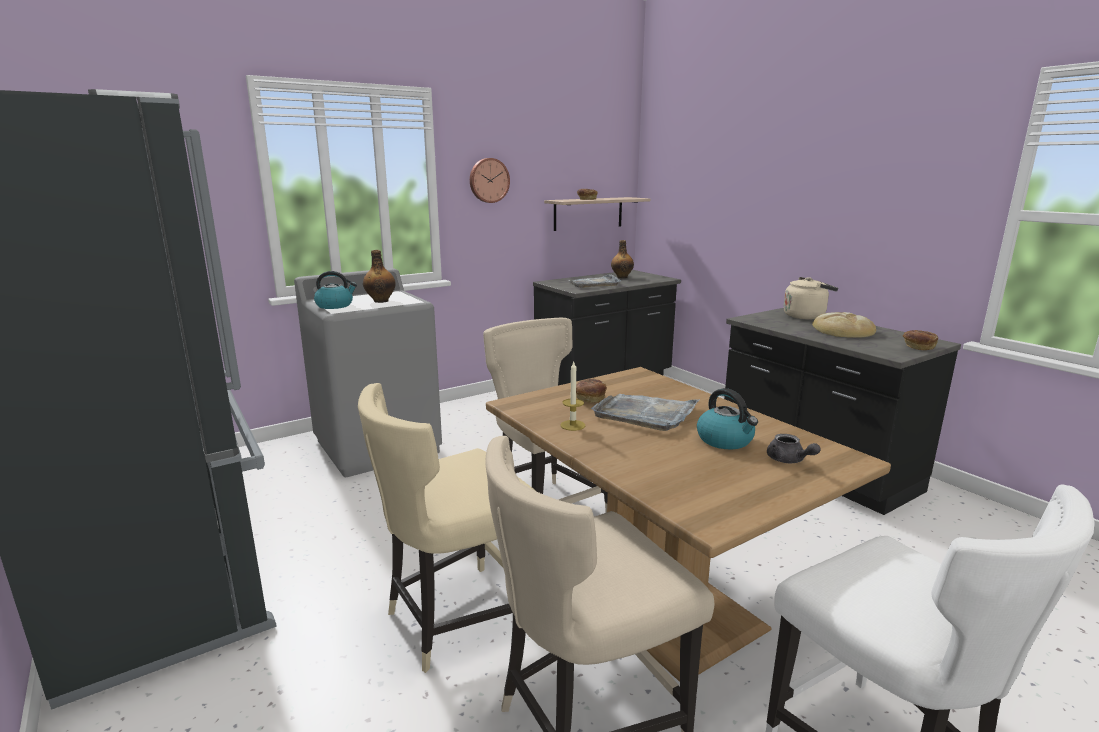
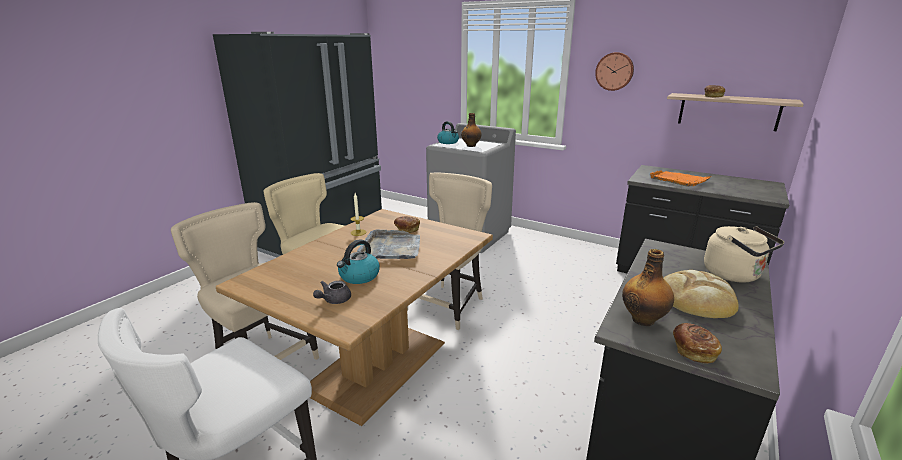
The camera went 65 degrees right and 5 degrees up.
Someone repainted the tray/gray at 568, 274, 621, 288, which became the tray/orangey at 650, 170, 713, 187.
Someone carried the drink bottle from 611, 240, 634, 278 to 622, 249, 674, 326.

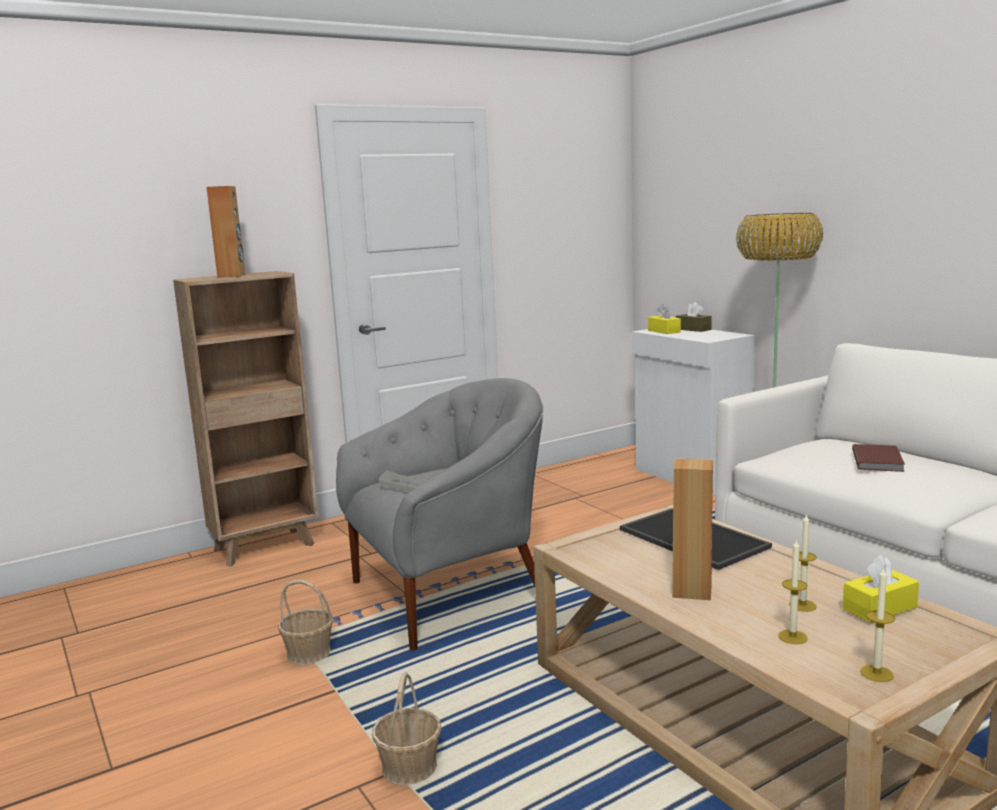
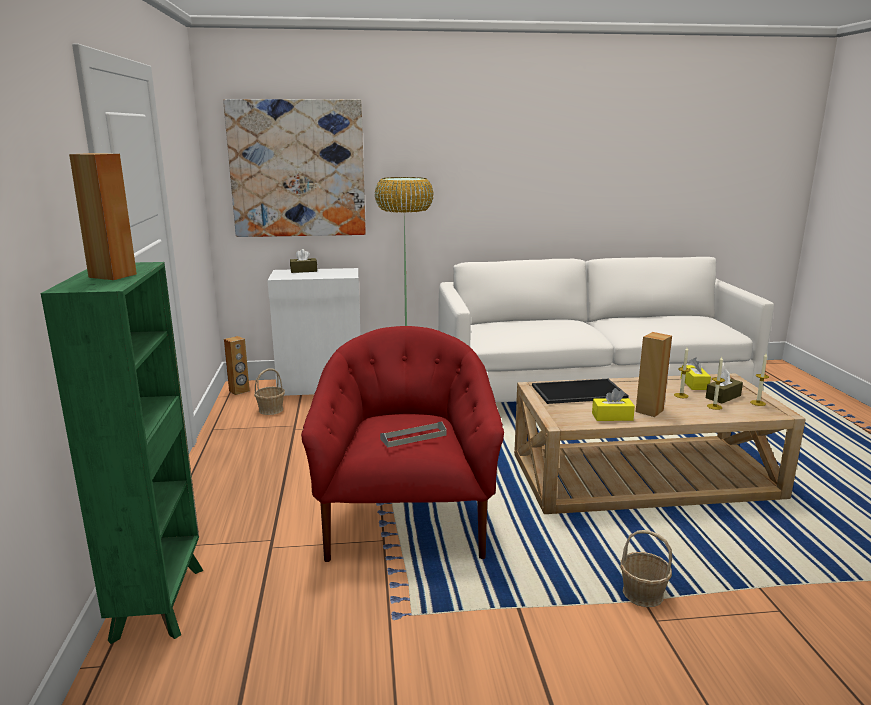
The camera went 65 degrees left and 5 degrees up.
Someone repainted the bookcase/brownish at 173, 271, 319, 567, which became the bookcase/green-coloured at 41, 262, 203, 644.
Someone carried the household basket from 278, 580, 333, 665 to 254, 368, 285, 415.
Someone repainted the lounge chair/gray at 336, 378, 543, 651, which became the lounge chair/red-coloured at 301, 326, 504, 562.
Someone carried the tissue holder/yellow-coloured from 648, 304, 681, 334 to 592, 388, 635, 421.
Someone took away the book/brownish at 852, 444, 905, 472.
Someone put up the picture at 223, 99, 366, 237.
Someone put down the loudspeaker/brownish at 224, 336, 250, 395.
Someone put down the tissue holder/brownish at 706, 369, 743, 404.

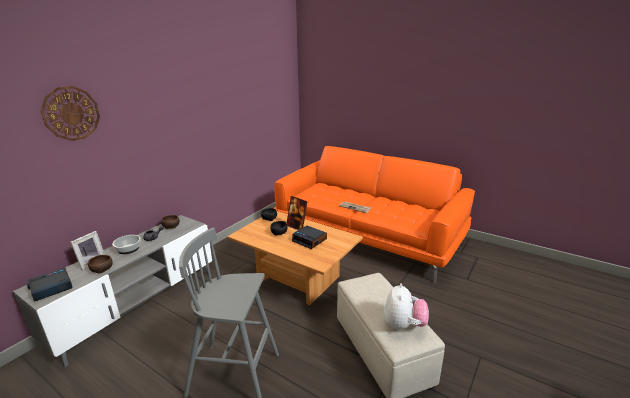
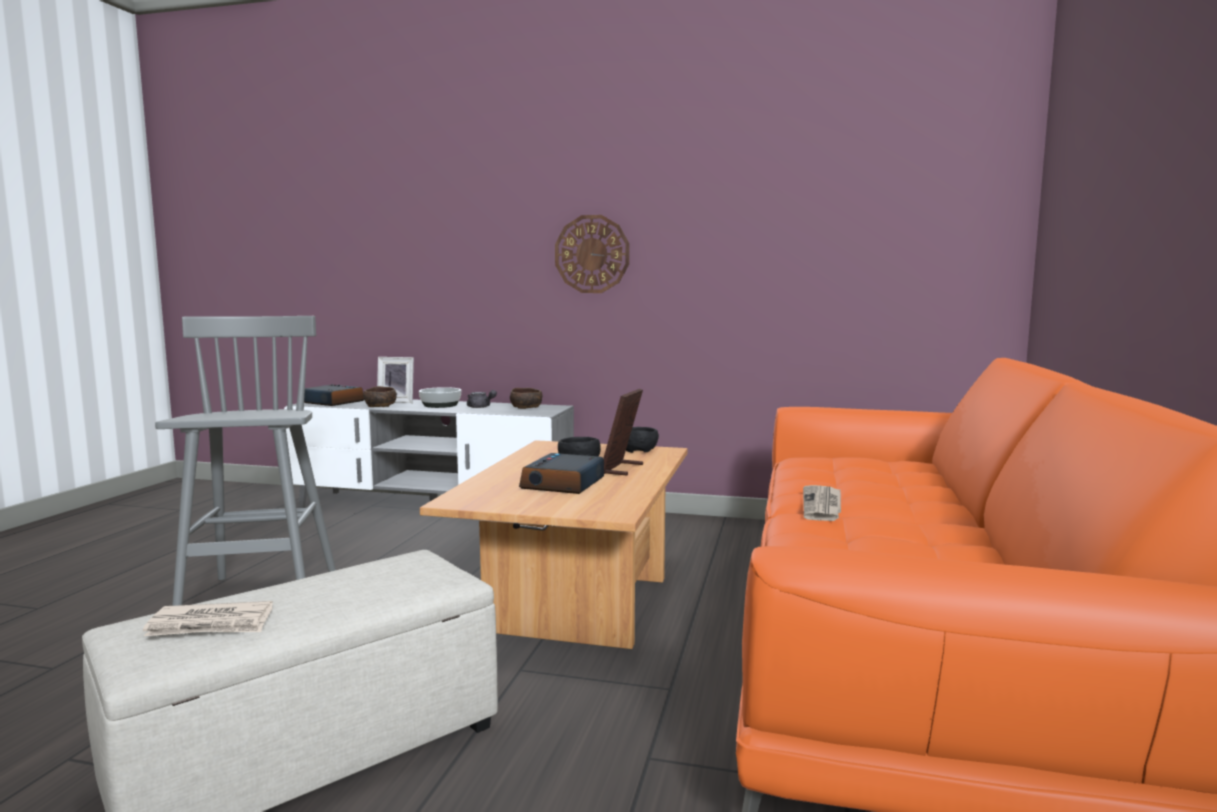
The camera went 70 degrees right and 15 degrees down.
Someone carried the clock on the wall from 41, 86, 100, 141 to 555, 215, 629, 293.
Someone swapped the plush toy at 384, 283, 429, 331 for the newspaper at 143, 601, 273, 636.

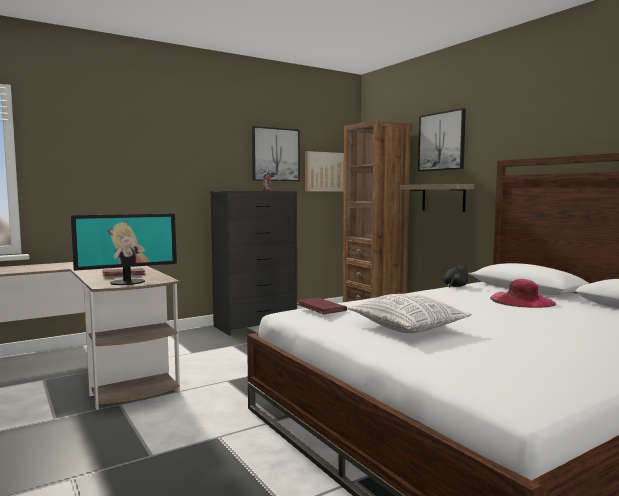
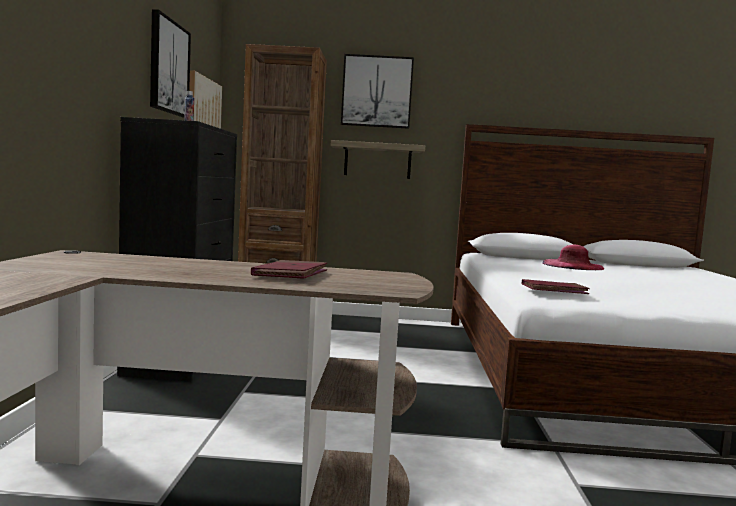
The camera went 55 degrees left and 0 degrees up.
Someone took away the monitor at 71, 213, 177, 285.
Someone took away the pillow at 348, 294, 472, 333.
Someone took away the plush toy/black at 443, 265, 468, 288.

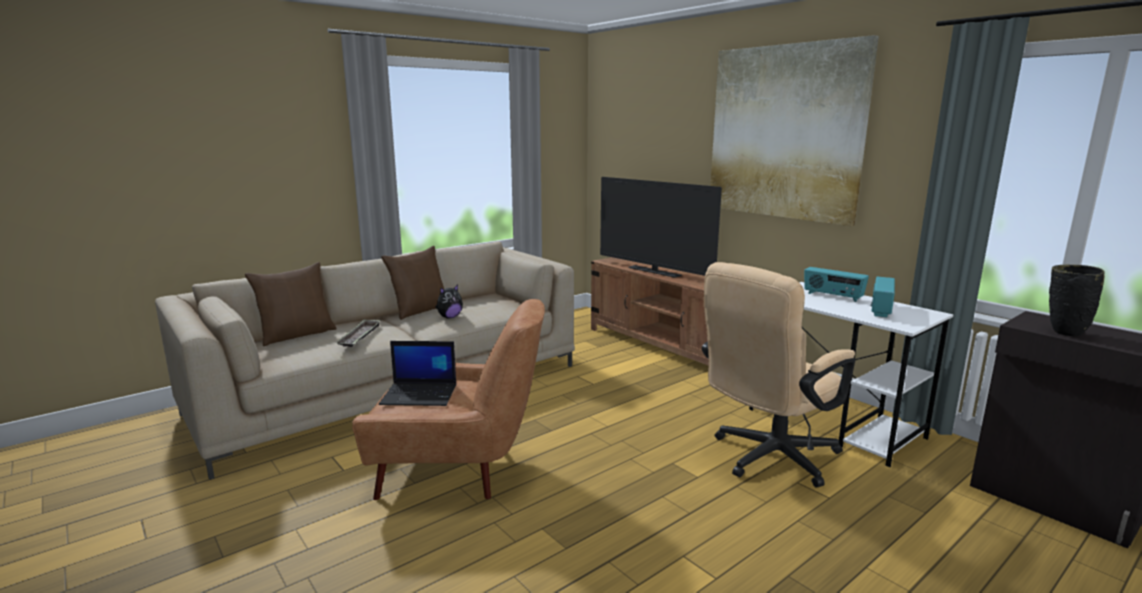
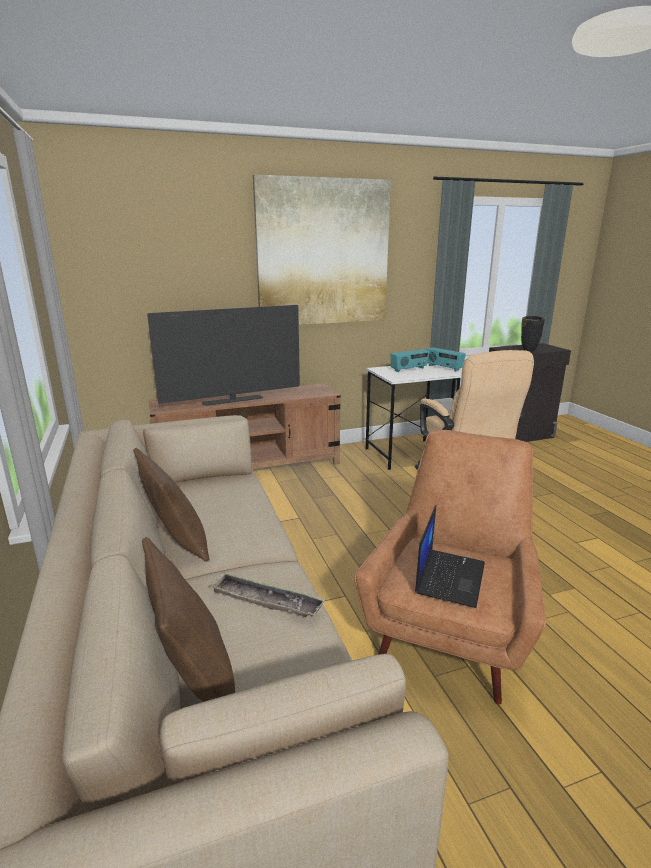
The camera went 70 degrees left and 5 degrees up.
Someone took away the plush toy at 435, 285, 463, 318.

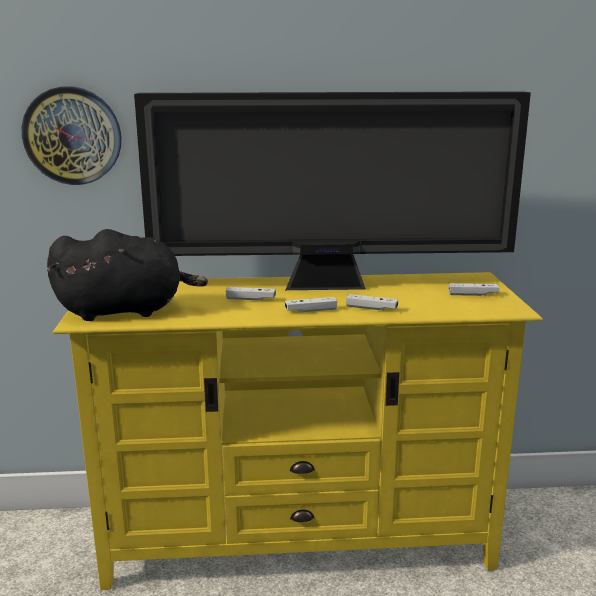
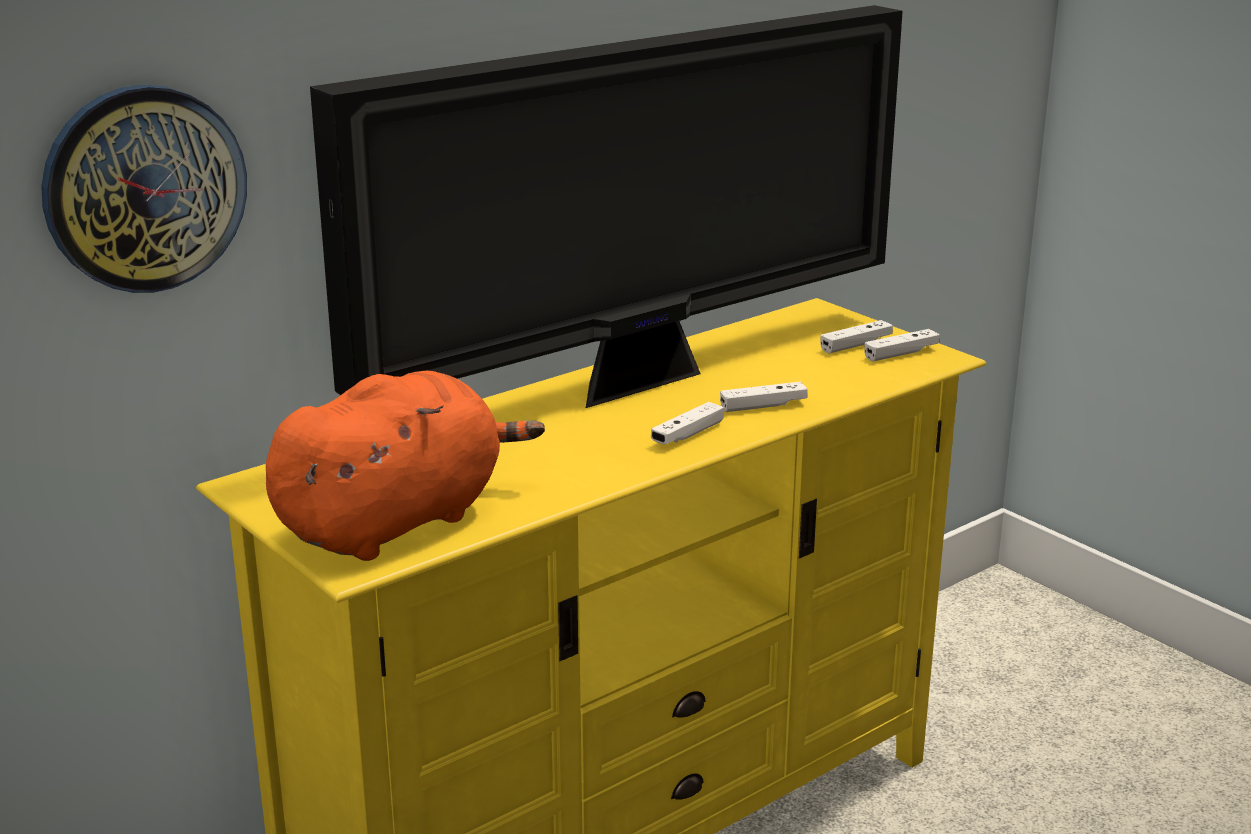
The camera went 35 degrees left and 5 degrees up.
Someone repainted the plush toy/black at 47, 229, 208, 321, which became the plush toy/orangey at 266, 371, 545, 561.
Someone carried the gamepad/whitish from 226, 287, 276, 300 to 864, 329, 940, 361.

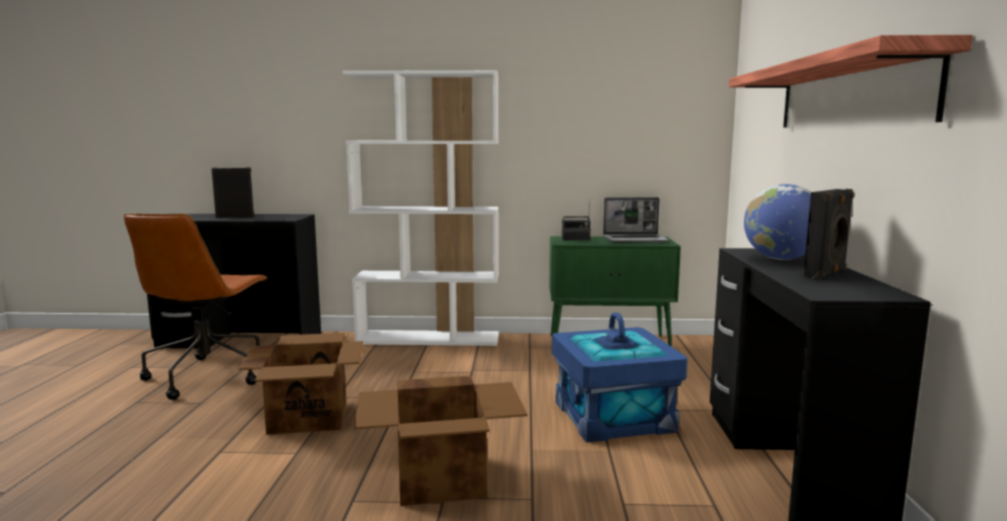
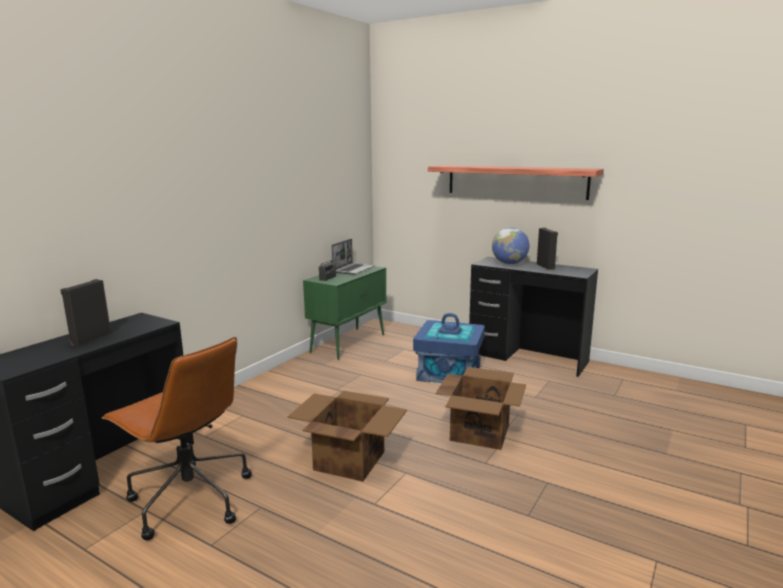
The camera went 60 degrees left and 5 degrees up.
Someone took away the bookcase/whitish at 343, 70, 499, 346.

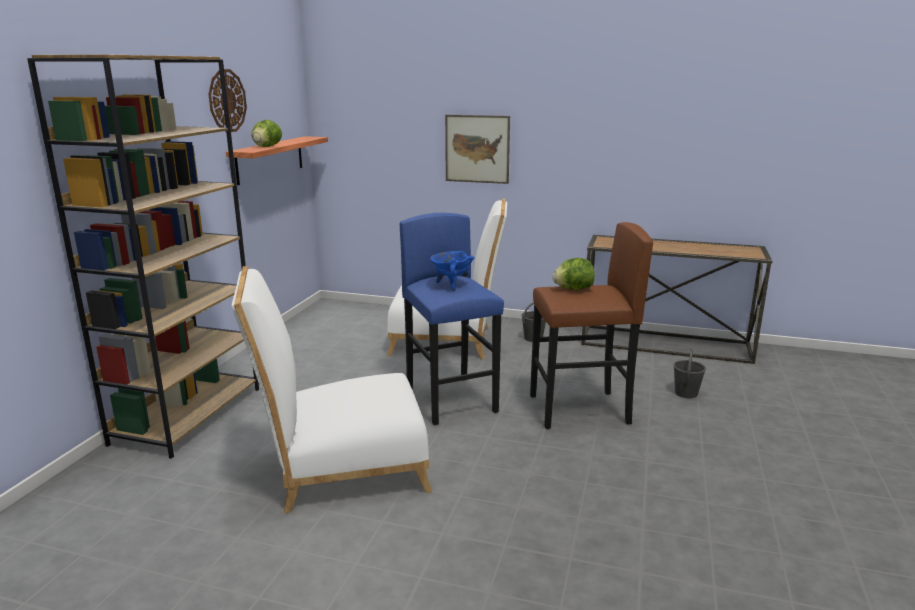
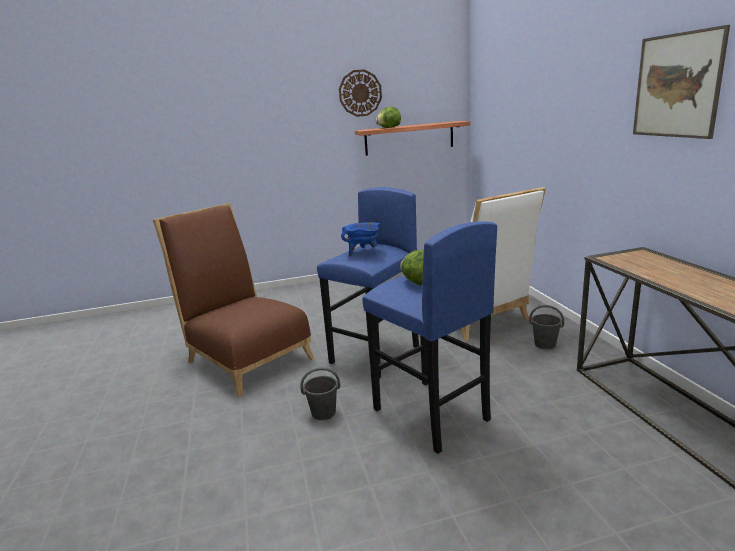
The camera went 60 degrees right and 0 degrees up.
Someone took away the bookcase/brownish at 27, 55, 259, 459.
Someone repainted the chair/whitish at 232, 266, 432, 513, which became the chair/brownish at 153, 203, 315, 397.
Someone carried the picture from 445, 115, 510, 184 to 633, 25, 730, 139.
Someone repainted the sitting stool/brownish at 530, 222, 653, 429, which became the sitting stool/bluish at 362, 221, 497, 454.
Someone carried the water bucket/gray from 673, 349, 706, 398 to 301, 367, 341, 420.

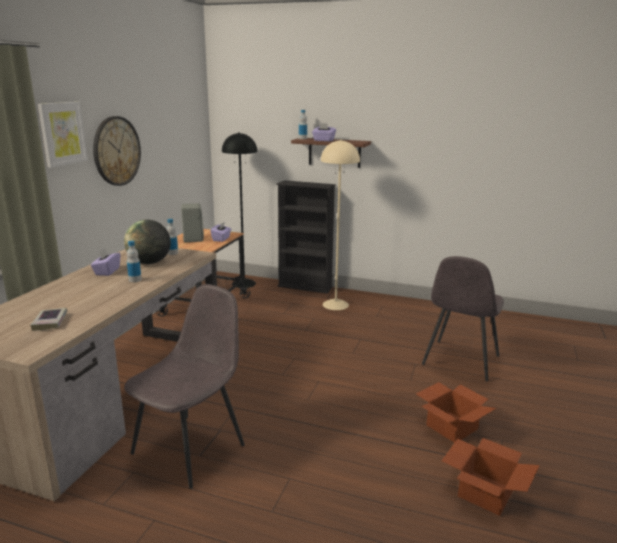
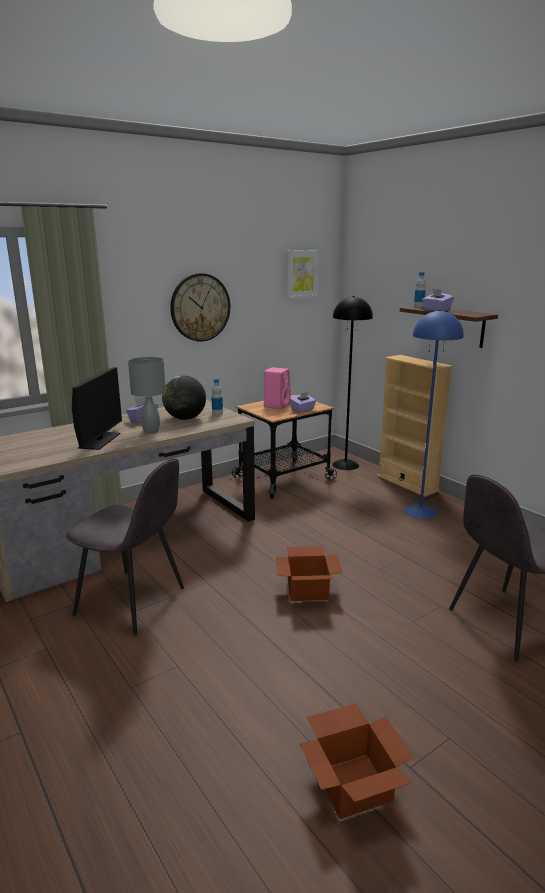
The camera went 35 degrees right and 0 degrees up.
Someone took away the book at 31, 308, 67, 331.
Someone carried the picture from 38, 102, 88, 167 to 286, 250, 320, 299.
Someone rotated the chair/gray at 124, 284, 245, 489 by 45 degrees clockwise.
Someone swapped the drink bottle at 127, 241, 142, 282 for the table lamp/gray at 128, 357, 166, 433.
Someone repainted the loudspeaker/gray at 181, 203, 204, 242, which became the loudspeaker/pink at 264, 367, 291, 409.
Someone repainted the bookcase/black at 277, 180, 336, 294, which became the bookcase/sand-coloured at 377, 355, 453, 497.
Someone repainted the standard lamp/sand-coloured at 321, 139, 360, 310, which became the standard lamp/bluish at 404, 310, 463, 519.
Someone carried the packing box from 416, 382, 496, 443 to 276, 546, 343, 601.
Someone put down the monitor at 72, 367, 122, 450.

